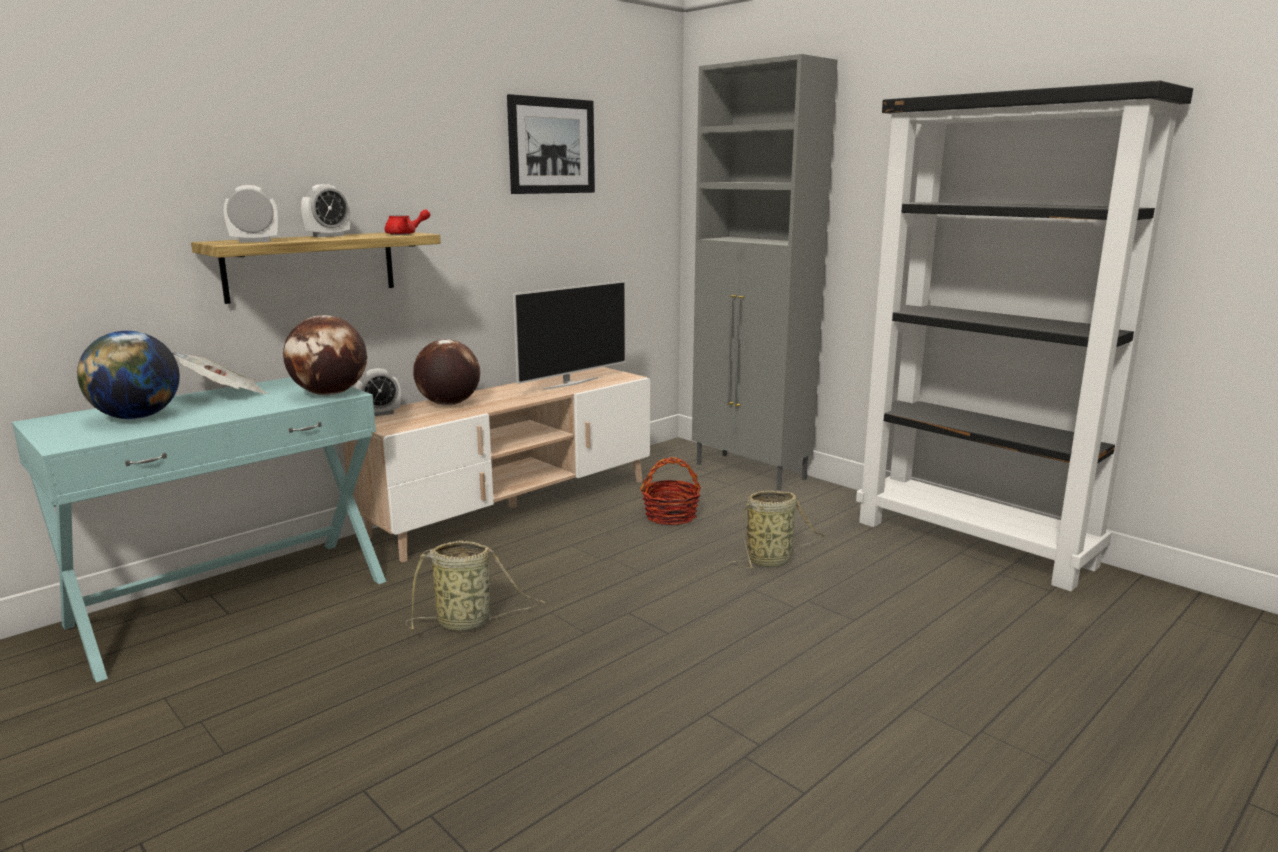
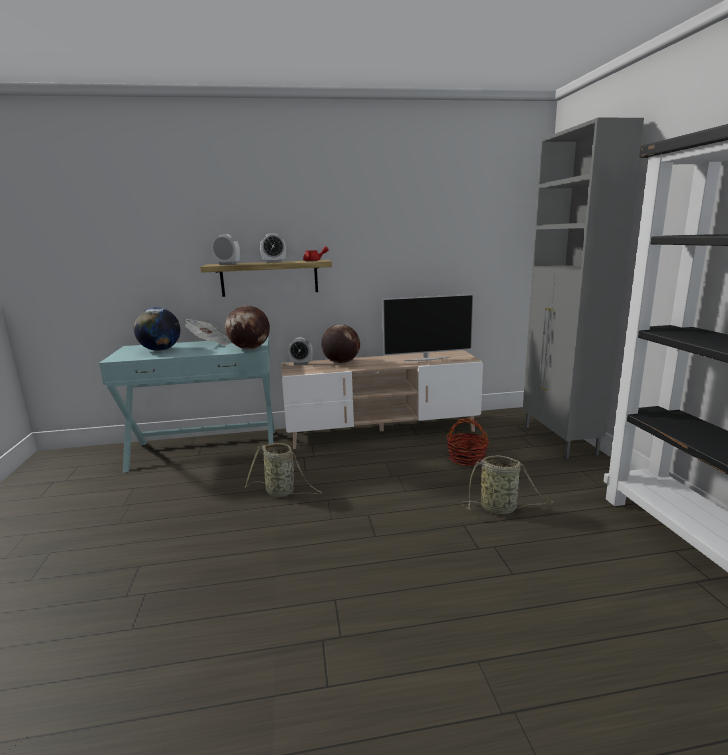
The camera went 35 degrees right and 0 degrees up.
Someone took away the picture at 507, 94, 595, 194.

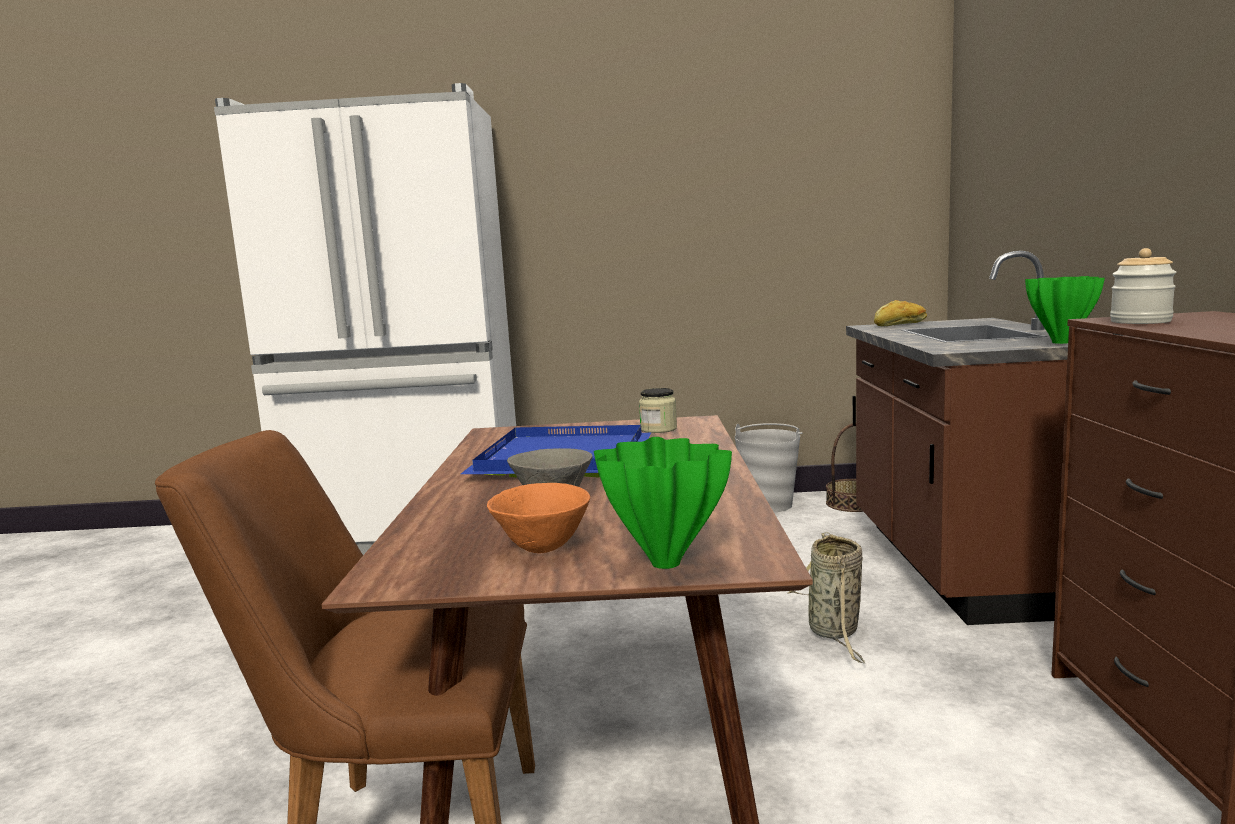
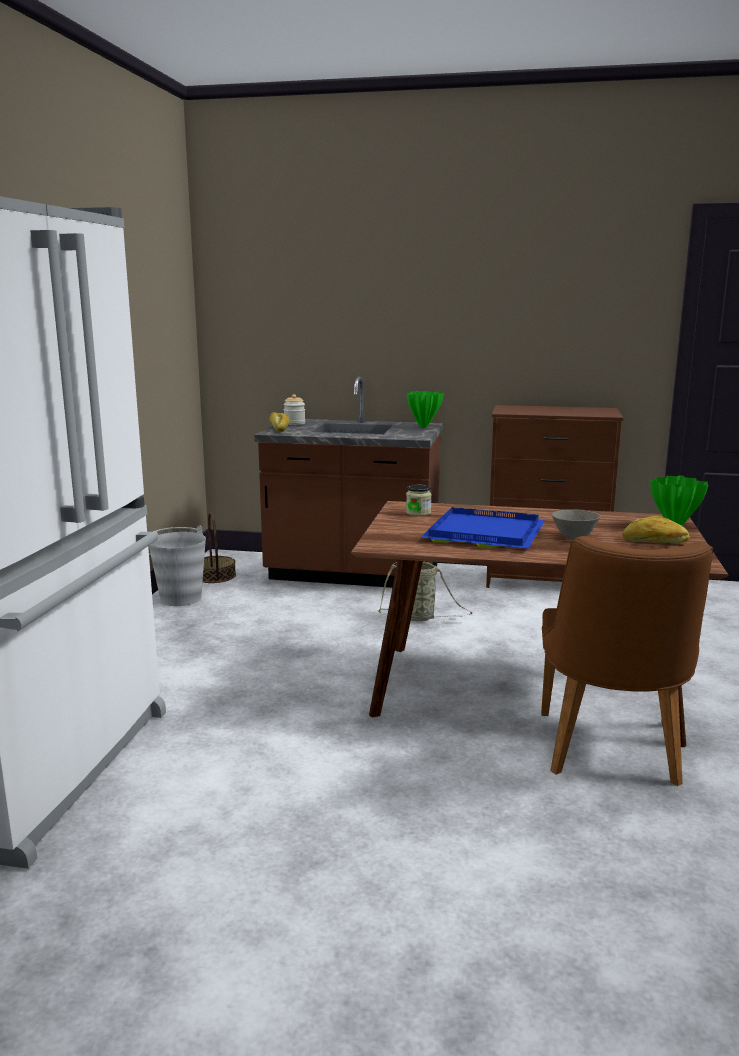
The camera went 80 degrees left and 5 degrees up.
Someone swapped the serving bowl/orangey at 487, 483, 590, 553 for the bread at 622, 515, 690, 544.
Someone carried the storage jar from 1110, 248, 1177, 324 to 283, 394, 305, 425.

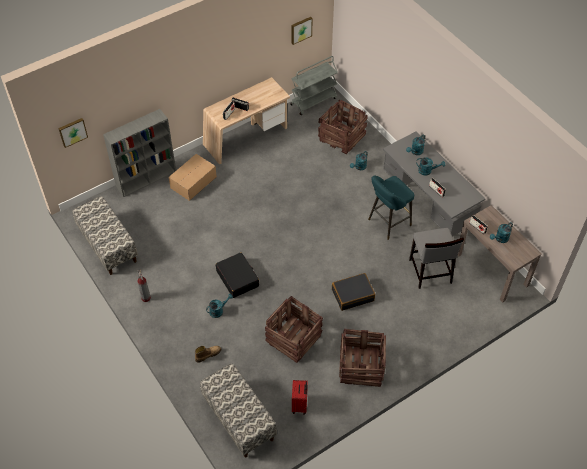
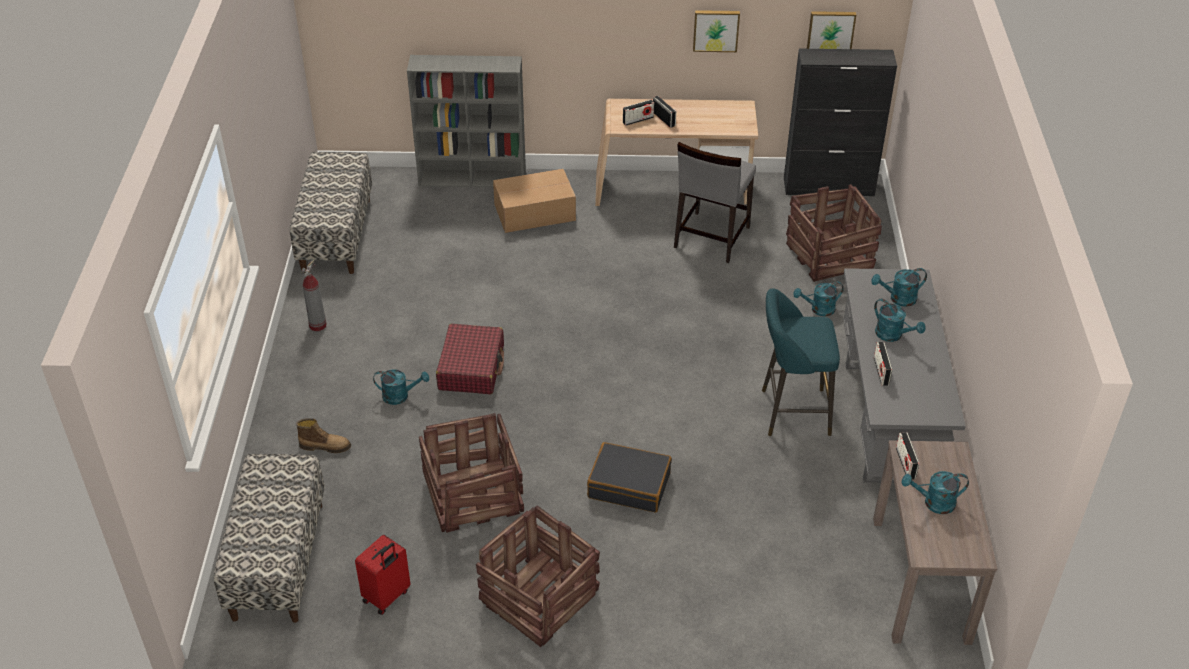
The camera went 35 degrees right and 10 degrees down.
Someone carried the picture from 58, 118, 88, 148 to 693, 10, 740, 52.
Someone repainted the piece of luggage/black at 215, 252, 259, 298, which became the piece of luggage/red-coloured at 436, 324, 504, 394.
Someone swapped the wheeled cart/gray at 290, 56, 338, 115 for the cabinet/black at 784, 49, 897, 196.
Someone carried the chair/gray from 409, 228, 464, 289 to 674, 142, 756, 263.

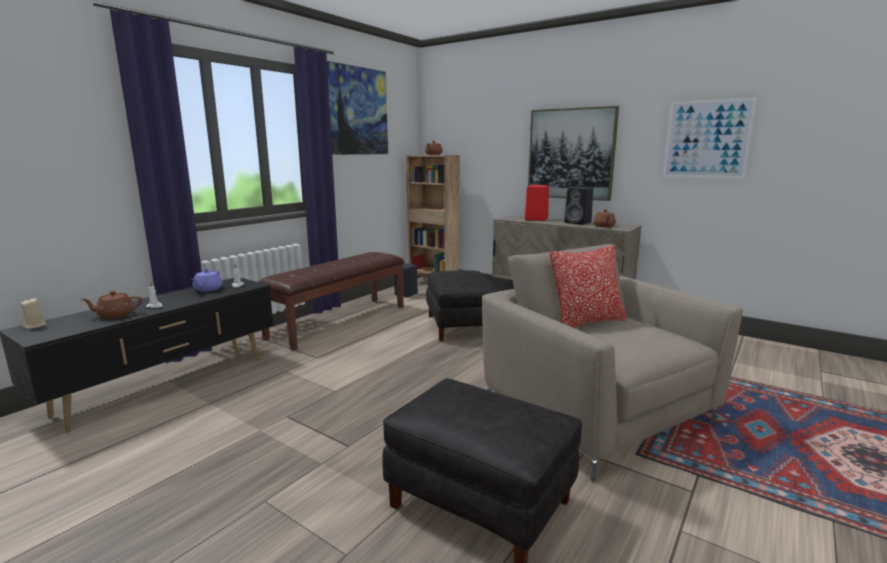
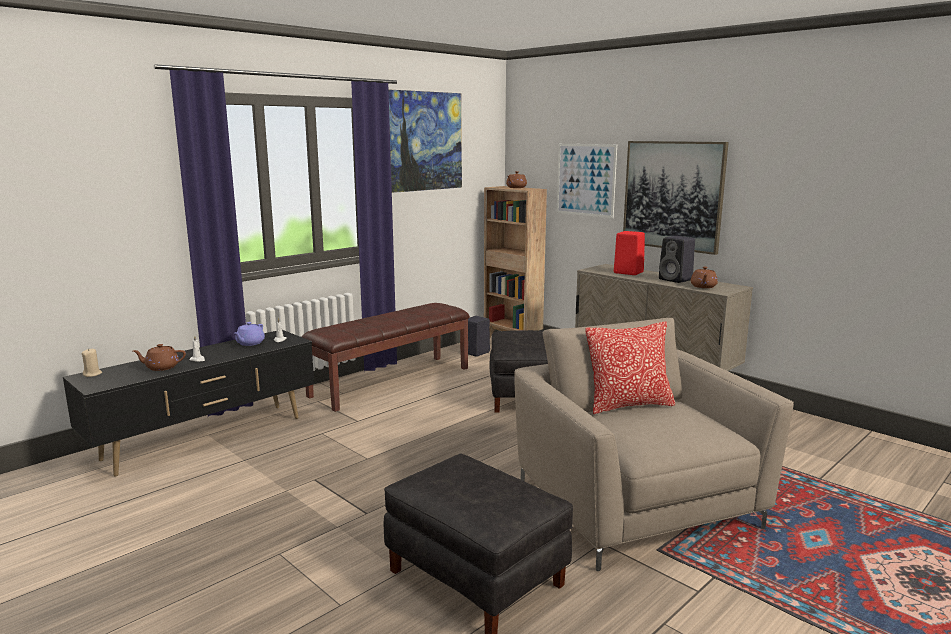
The camera went 10 degrees right and 0 degrees up.
Someone carried the picture from 663, 97, 757, 179 to 557, 144, 617, 218.

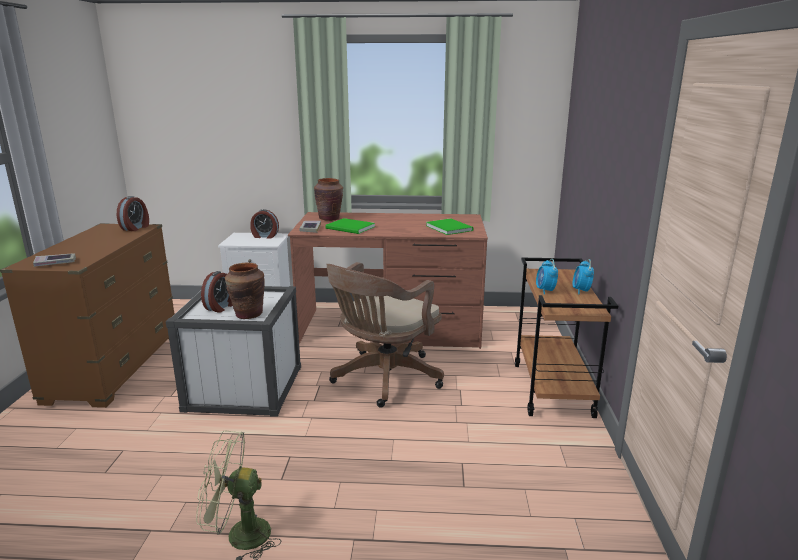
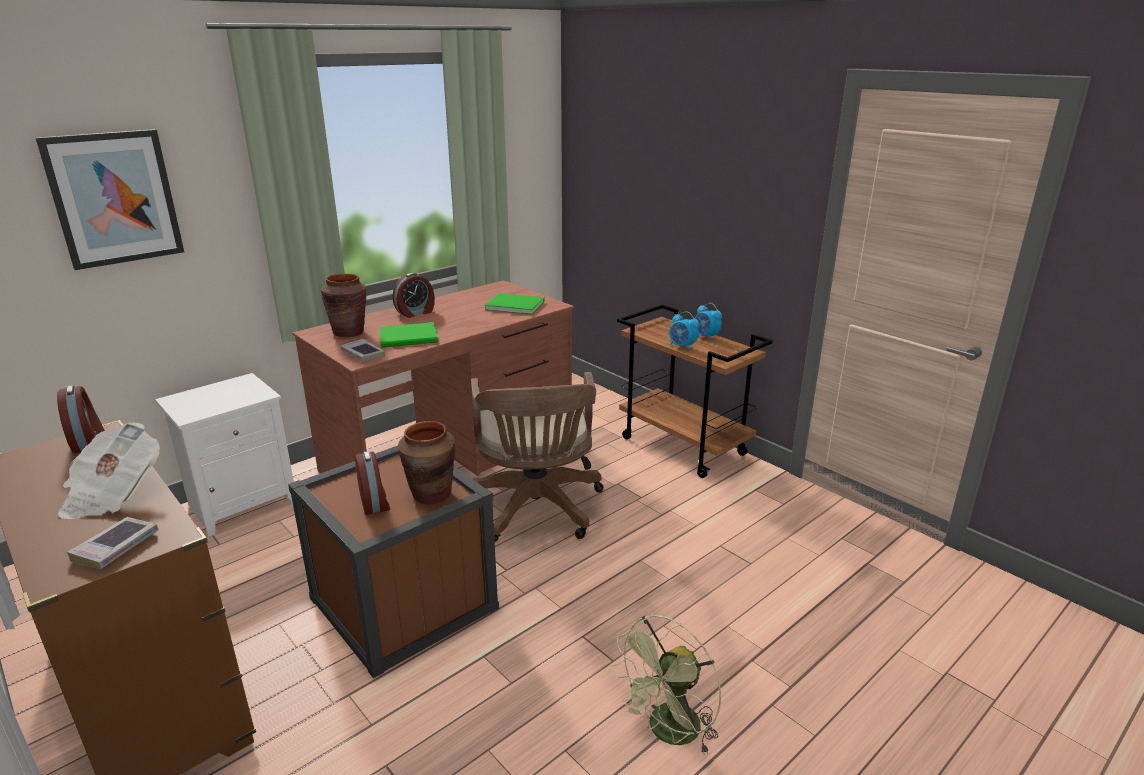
The camera went 45 degrees left and 5 degrees up.
Someone repainted the storage box/whitish at 166, 286, 301, 417, which became the storage box/brownish at 288, 446, 499, 679.
Someone carried the alarm clock from 250, 209, 279, 239 to 392, 273, 435, 318.
Someone put up the picture at 36, 129, 184, 270.
Someone put down the newspaper at 58, 422, 160, 519.

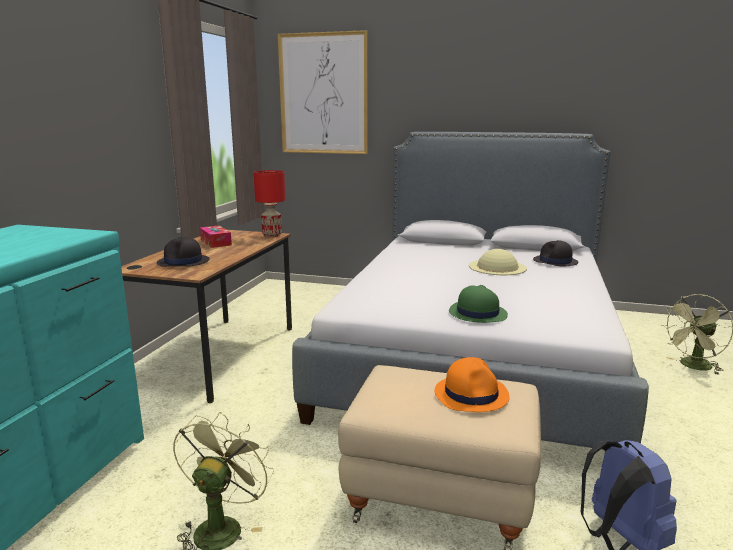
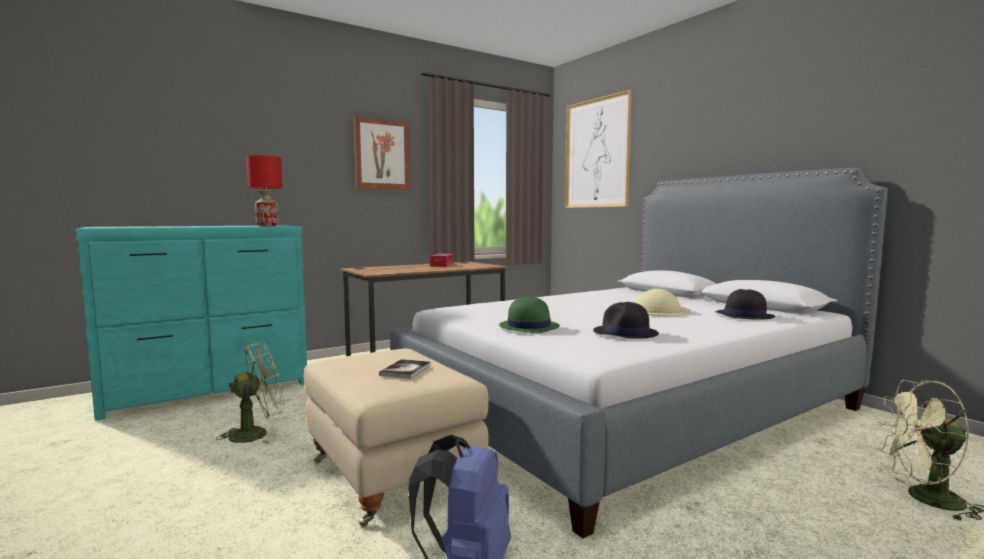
The camera went 40 degrees right and 10 degrees down.
Someone carried the wearable hat/black from 157, 237, 210, 267 to 593, 302, 659, 339.
Someone carried the table lamp/red-coloured from 254, 170, 285, 237 to 246, 155, 282, 226.
Someone swapped the wearable hat/orangey at 435, 357, 510, 412 for the book at 379, 359, 431, 379.
Someone put up the picture at 354, 117, 409, 190.

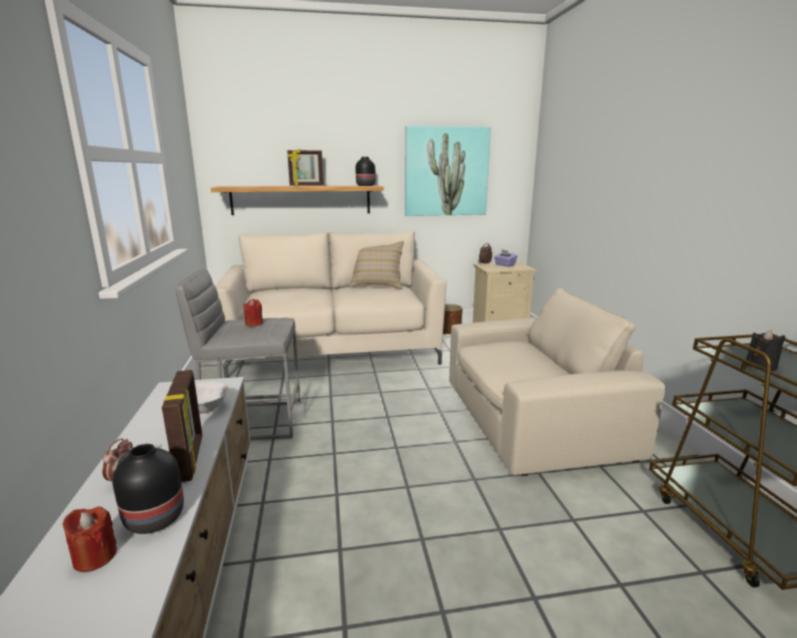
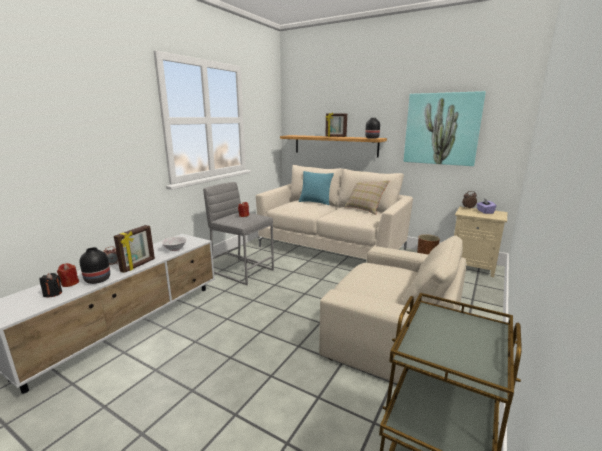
The camera went 40 degrees right and 0 degrees up.
Someone carried the wax light/black from 746, 330, 786, 371 to 40, 273, 62, 297.
Someone put down the pillow/turquoise-coloured at 299, 171, 334, 205.

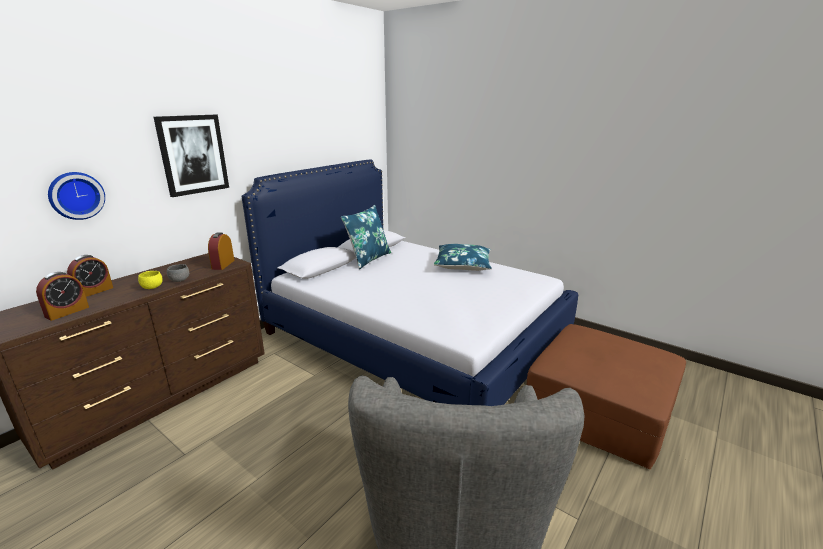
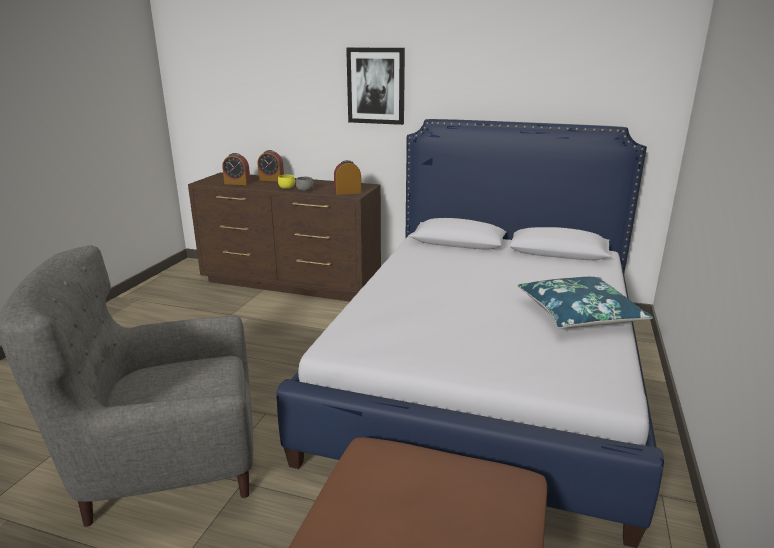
The camera went 70 degrees right and 0 degrees up.
Someone took away the clock on the wall at 48, 172, 105, 220.
Someone took away the pillow/bluish at 341, 205, 391, 269.

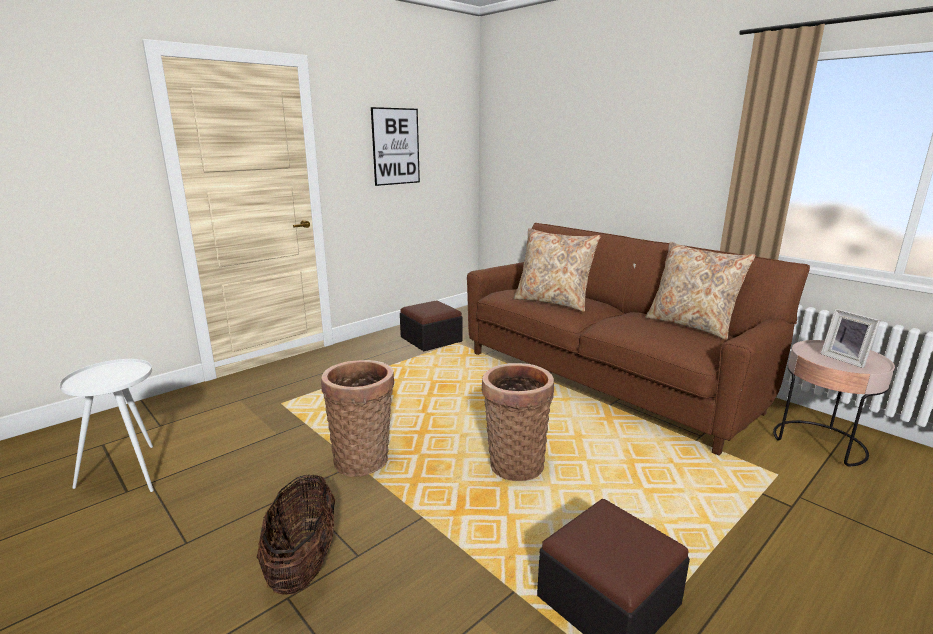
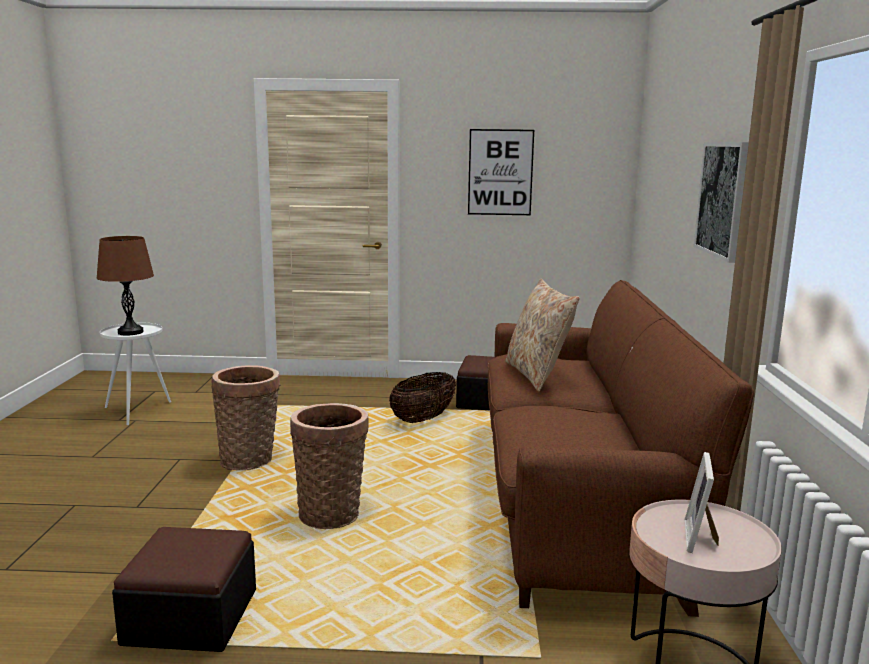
The camera went 45 degrees right and 5 degrees down.
Someone carried the household basket from 257, 474, 335, 594 to 389, 372, 456, 423.
Someone took away the pillow/sand-coloured at 645, 242, 756, 340.
Someone put down the table lamp/brownish at 96, 236, 154, 336.
Someone put up the picture at 694, 142, 749, 263.

